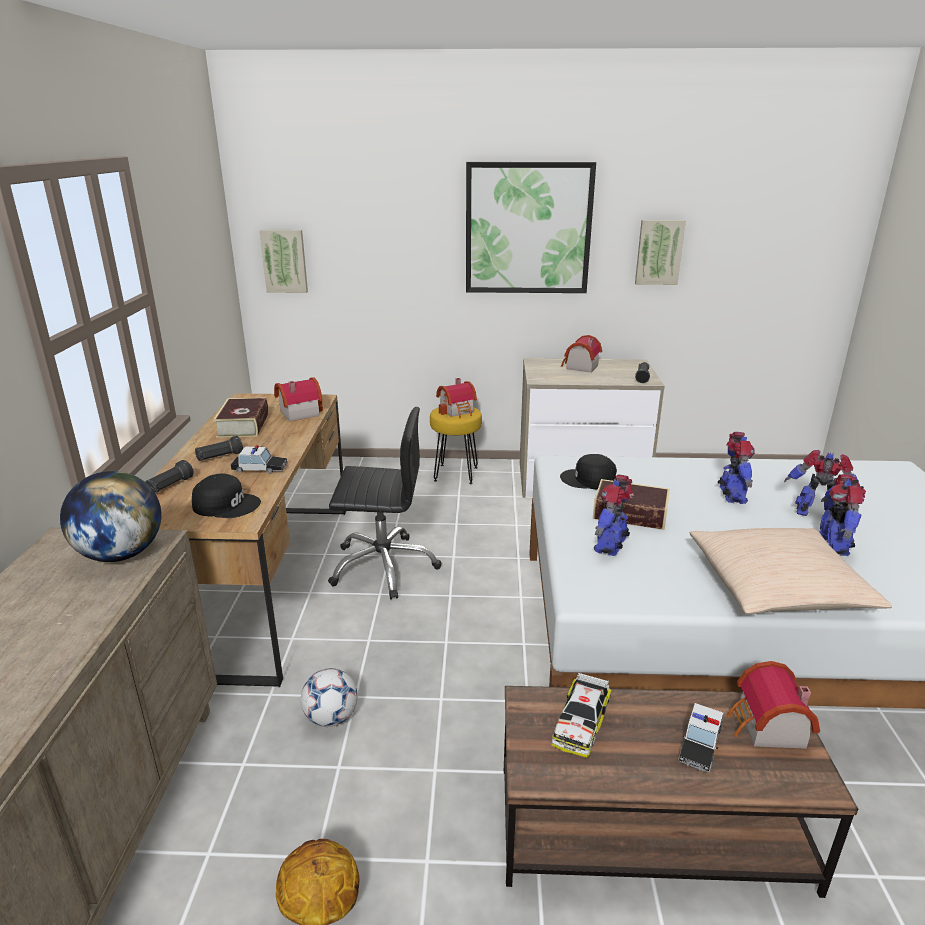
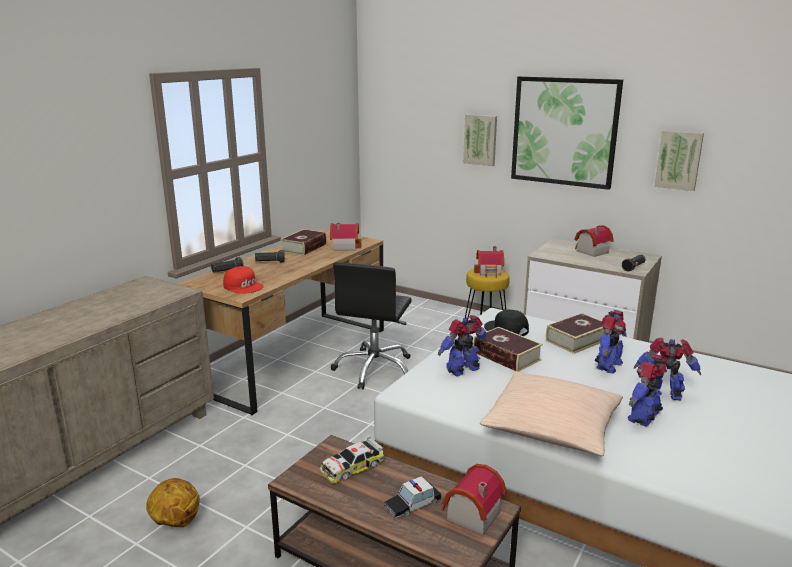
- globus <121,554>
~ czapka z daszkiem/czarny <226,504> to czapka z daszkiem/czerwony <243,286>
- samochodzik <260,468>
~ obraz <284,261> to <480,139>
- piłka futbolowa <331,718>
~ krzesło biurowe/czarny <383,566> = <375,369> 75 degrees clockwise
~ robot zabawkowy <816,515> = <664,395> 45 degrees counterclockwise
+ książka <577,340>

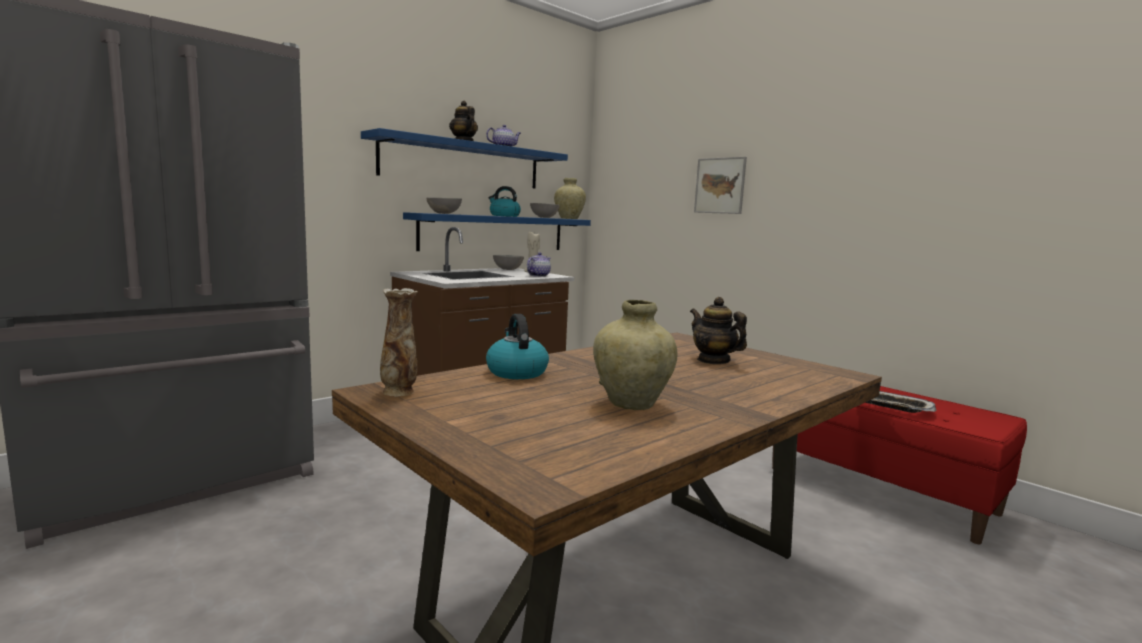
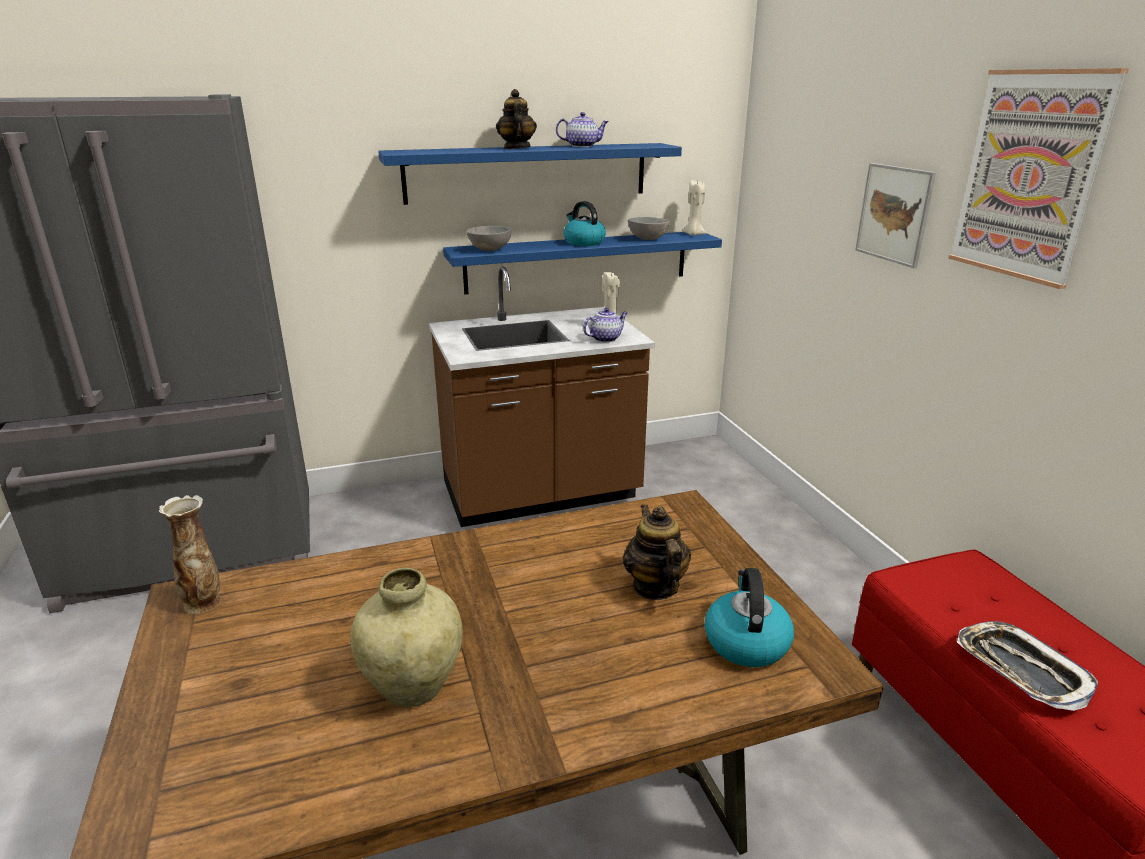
~ czajnik <516,372> to <745,641>
- miska/szary <507,269>
~ wazon/beżowy <569,218> to świeca/beżowy <693,234>
+ obraz <1029,176>

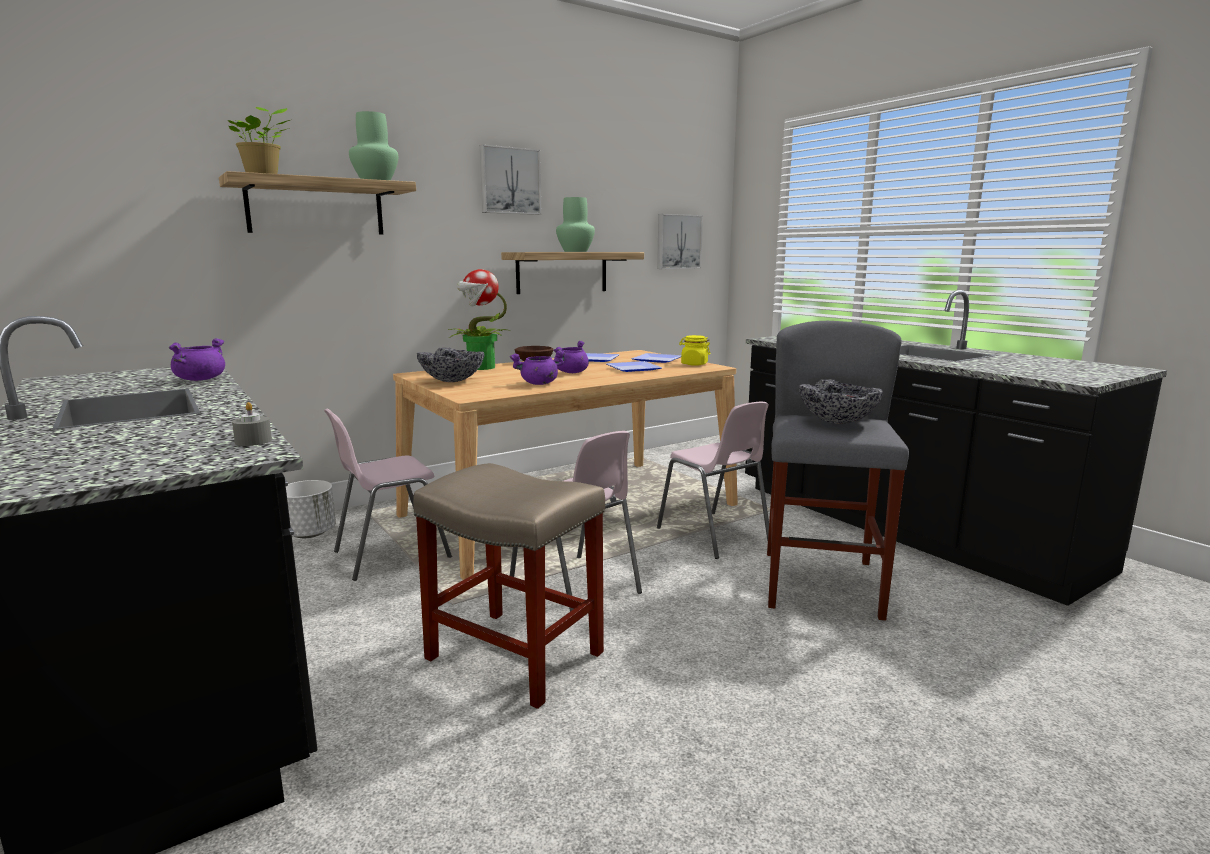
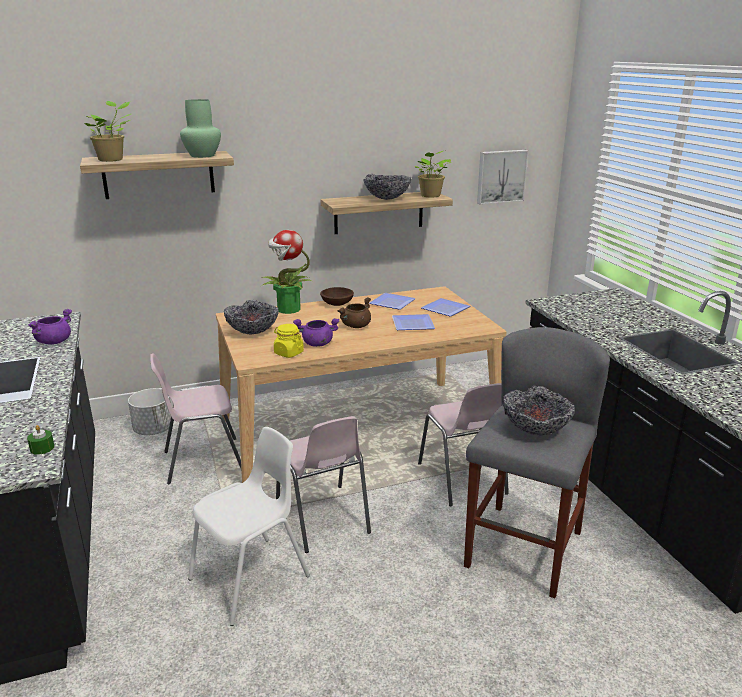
~ świeca/szary <253,441> to świeca/zielony <42,448>
~ stołek/beżowy <517,656> to krzesło/biały <251,578>
- obraz <509,181>
~ garnek/fioletowy <571,372> to garnek/brązowy <356,326>
~ wazon/zielony <574,251> to miska <386,198>
~ słoik/żółty <694,364> to <288,353>
+ roślina doniczkowa <430,196>

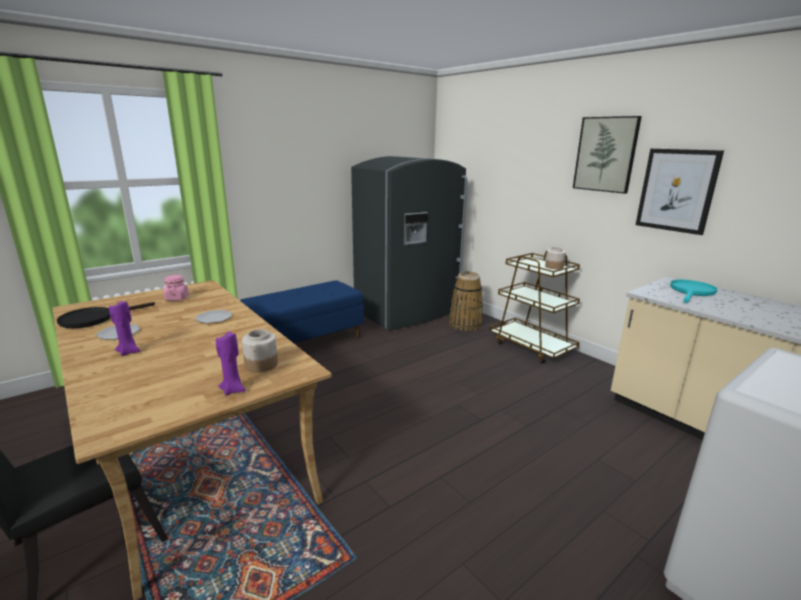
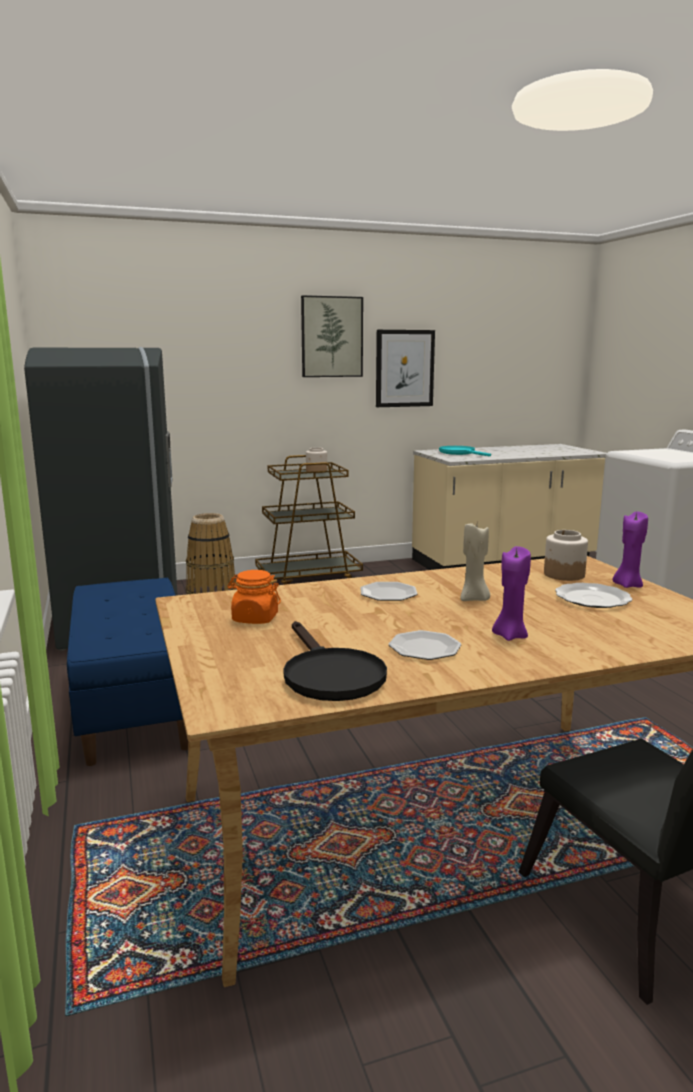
~ słoik/różowy <177,298> to słoik/pomarańczowy <254,618>
+ świeca/beżowy <474,599>
+ talerz <592,598>

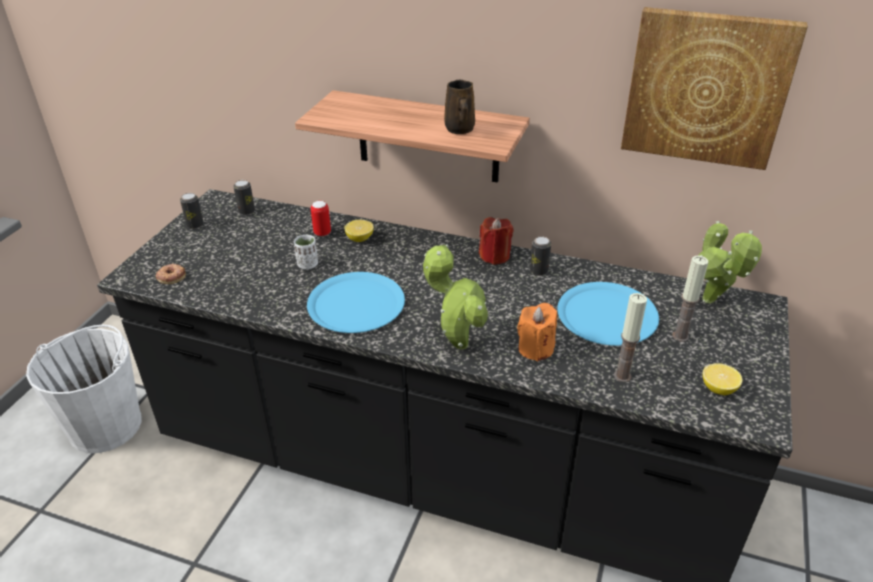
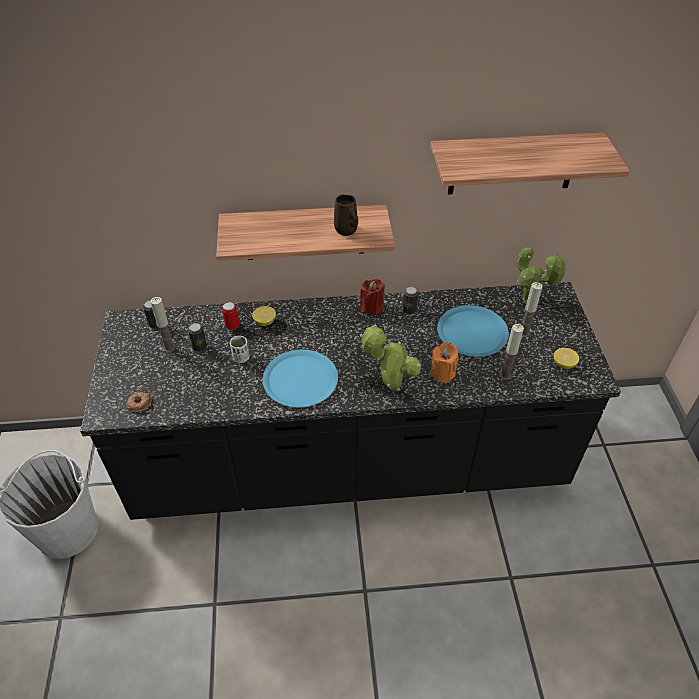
~ puszka <195,225> to <199,347>
~ obraz <706,88> to półka <512,164>
+ świeca <169,348>

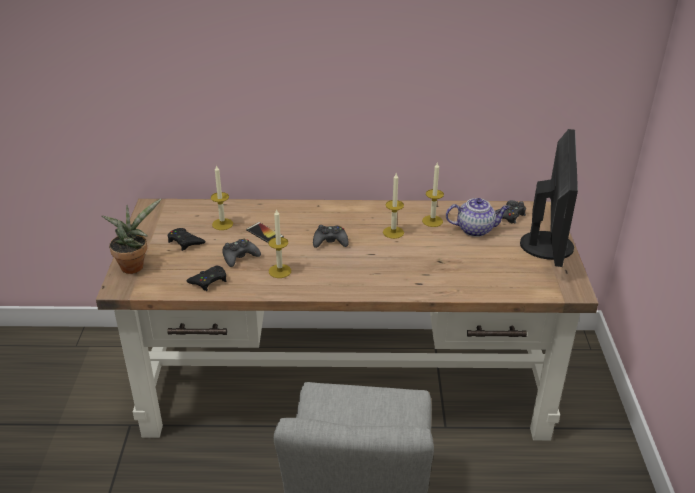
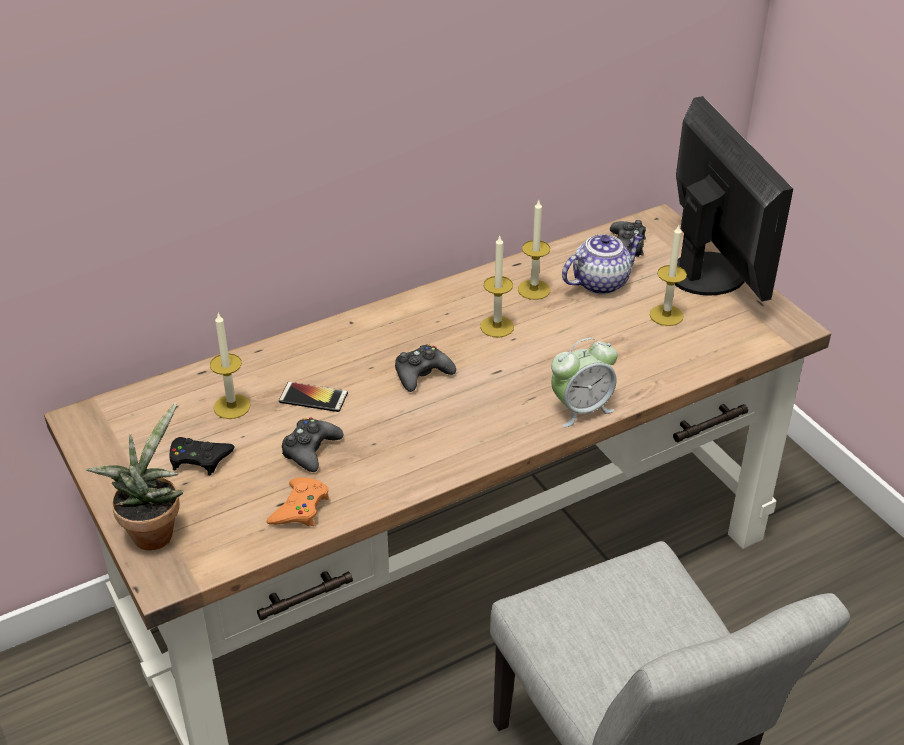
~ pad do gier/czarny <209,281> to pad do gier/pomarańczowy <300,508>
~ świeca <280,271> to <666,315>
+ budzik <581,409>

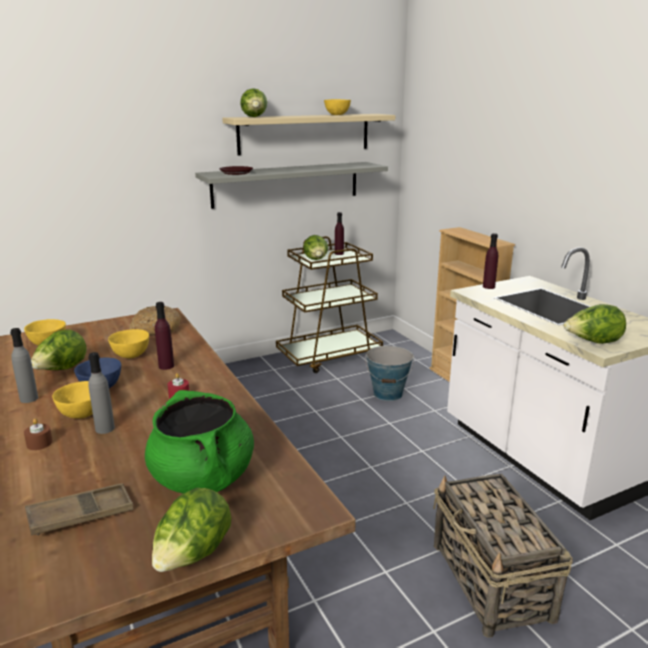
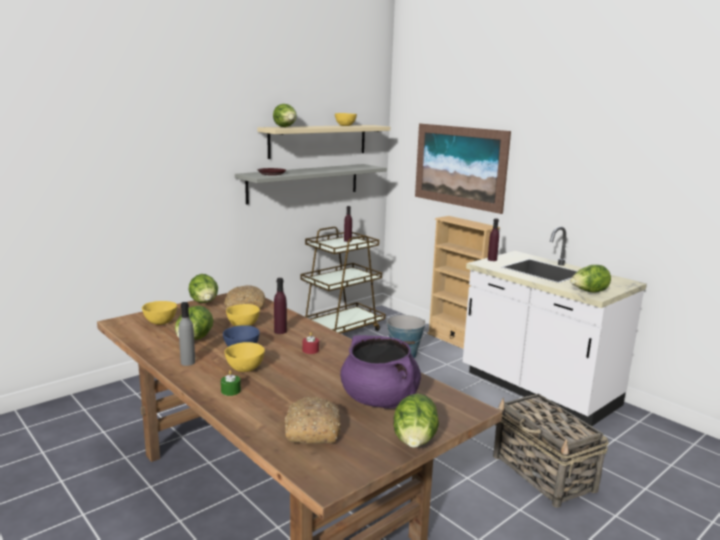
~ świeca/brązowy <39,443> to świeca/zielony <230,391>
~ taca/brązowy <81,515> to chleb <311,430>
- butelka/szary <105,428>
~ garnek/zielony <203,479> to garnek/fioletowy <380,400>
~ sałata <316,260> to <204,303>
+ obraz <459,166>

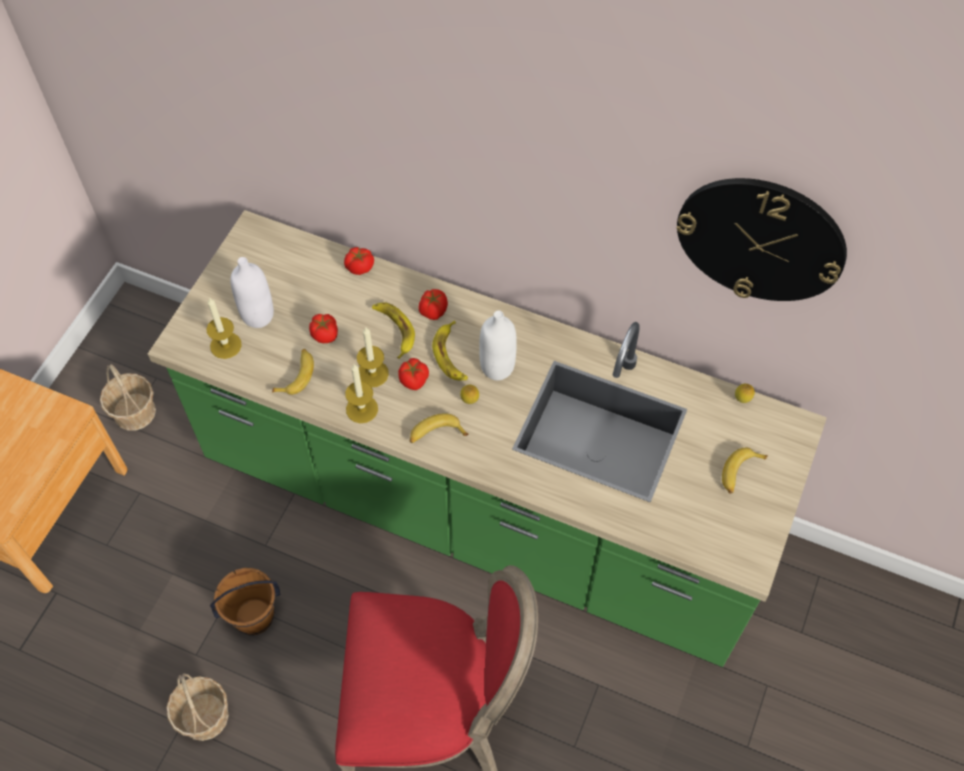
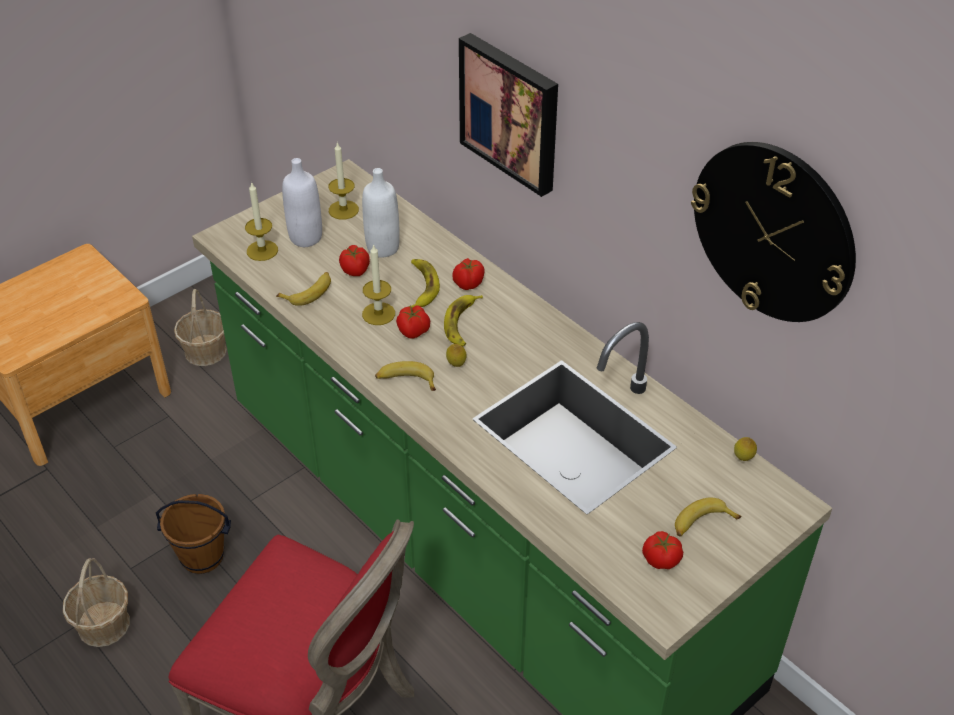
~ pomidor <360,267> to <661,560>
~ świeca <362,409> to <343,210>
~ butelka/biały <497,367> to <383,248>
+ obraz <511,112>

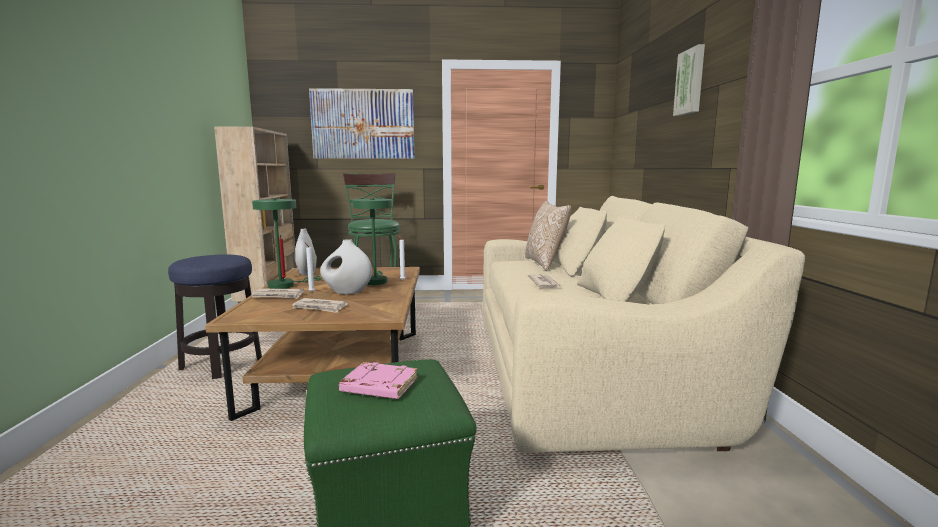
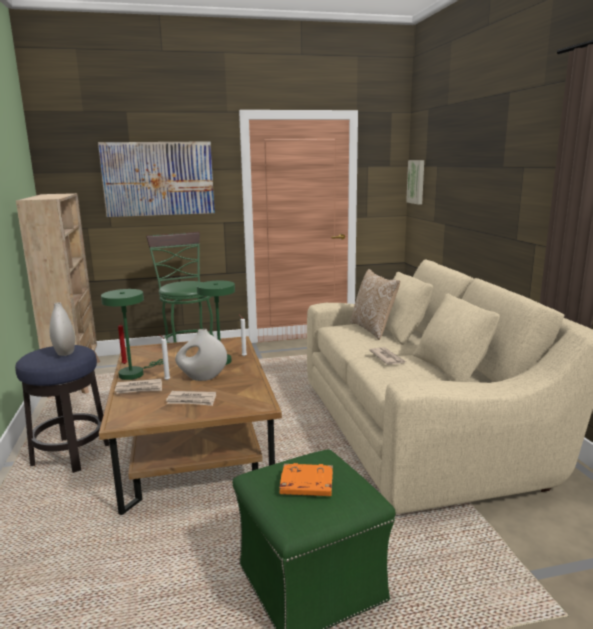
~ wazon/biały <307,273> to <65,352>
~ książka/różowy <378,386> to książka/pomarańczowy <306,485>
~ obraz <691,82> to <416,182>

